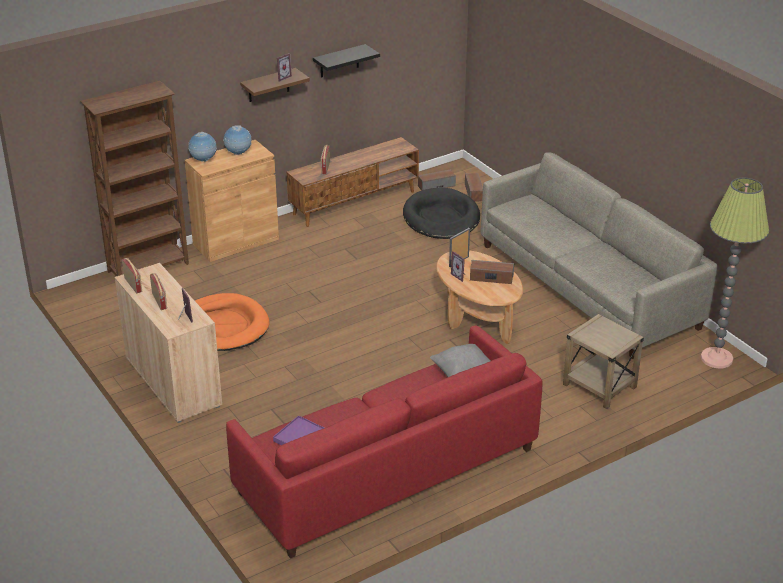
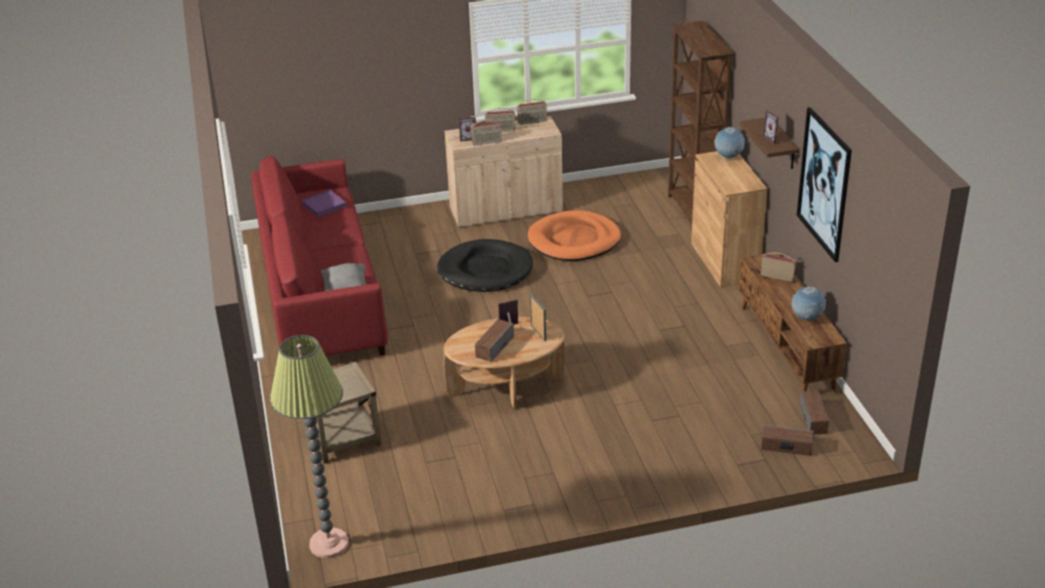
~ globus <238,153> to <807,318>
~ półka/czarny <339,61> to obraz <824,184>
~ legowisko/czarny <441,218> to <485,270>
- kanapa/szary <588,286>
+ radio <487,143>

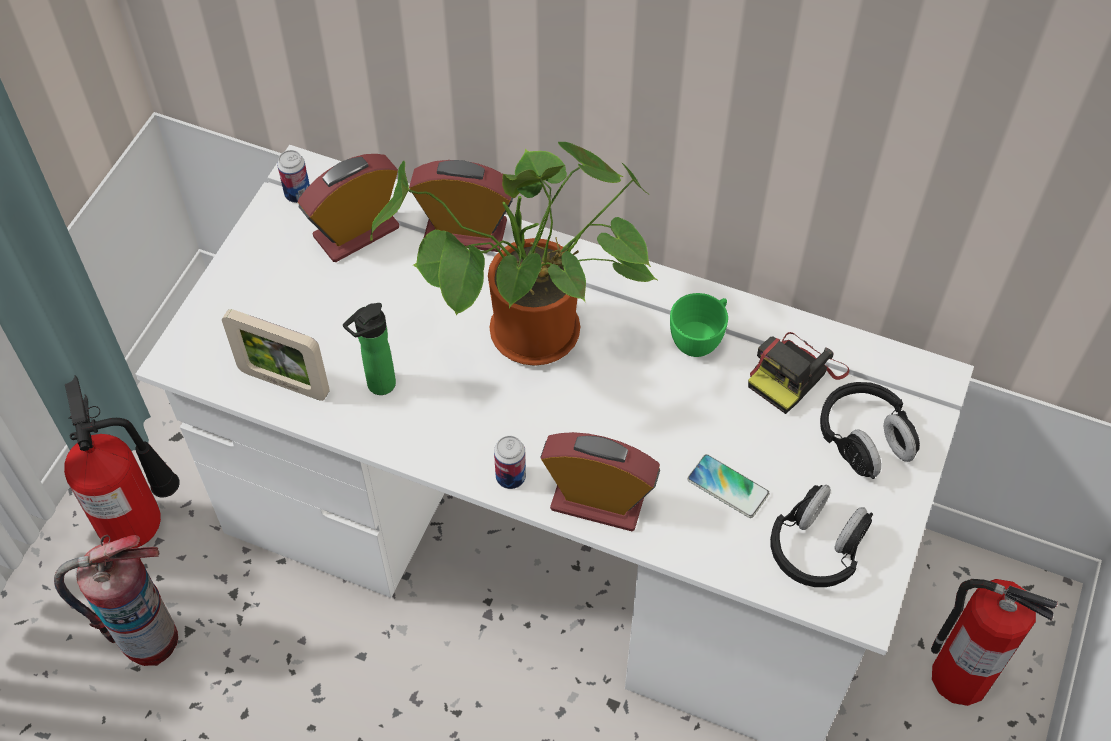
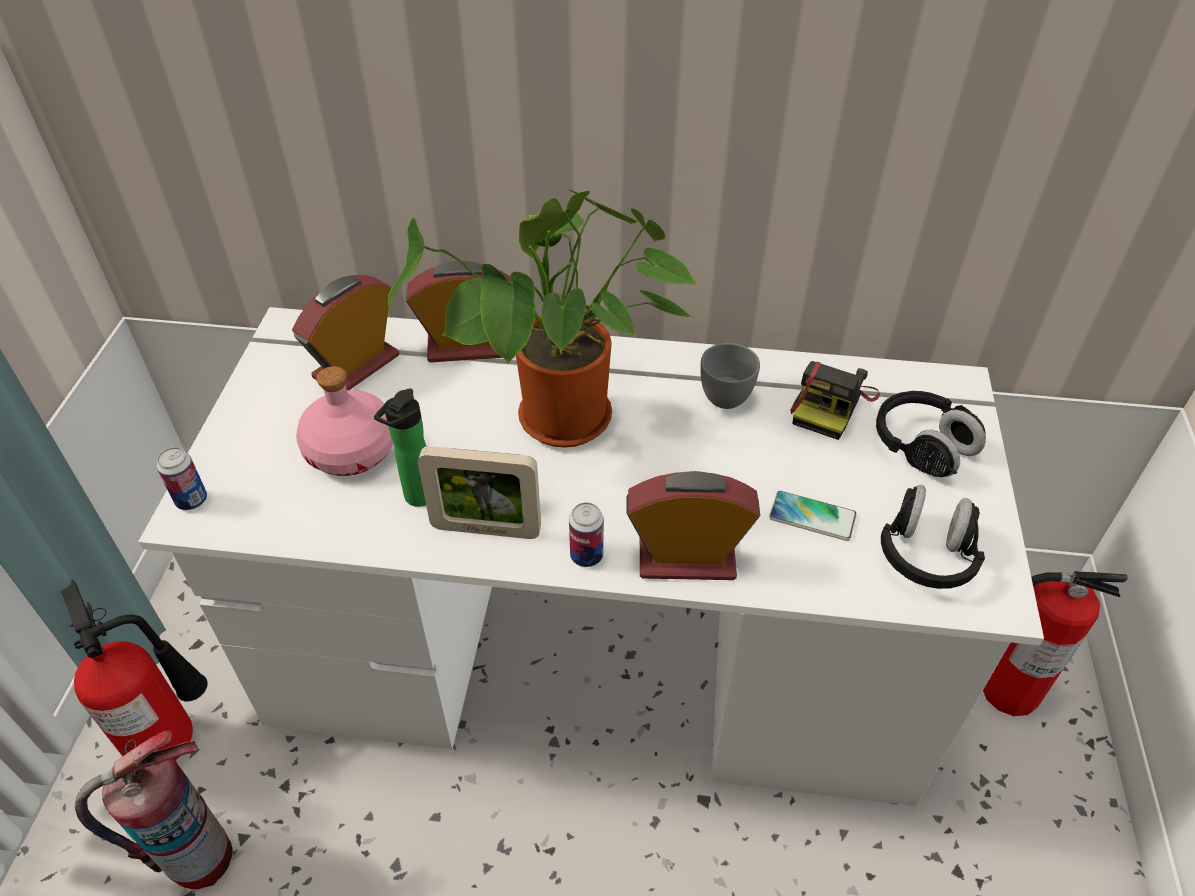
~ ramka na zdjęcie <284,382> to <486,529>
~ puszka <298,194> to <191,500>
~ filiżanka/zielony <700,339> to filiżanka/szary <728,393>
+ butelka/różowy <351,450>

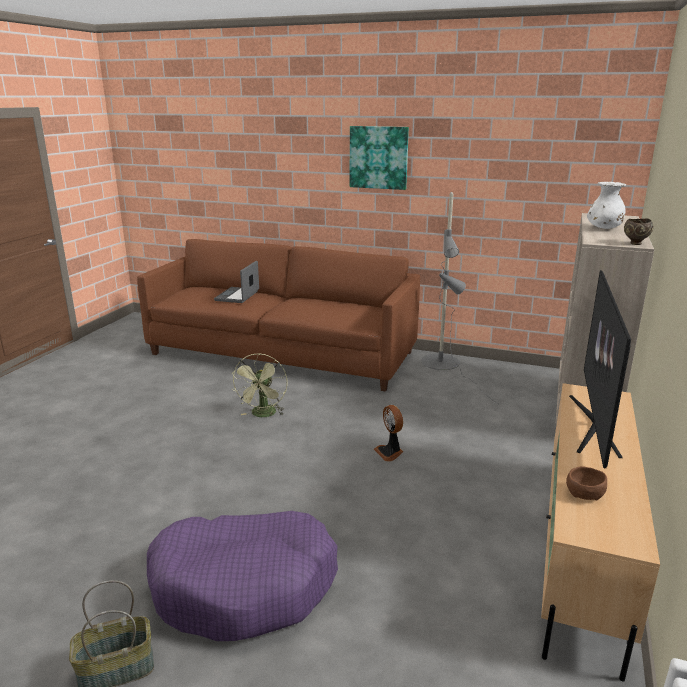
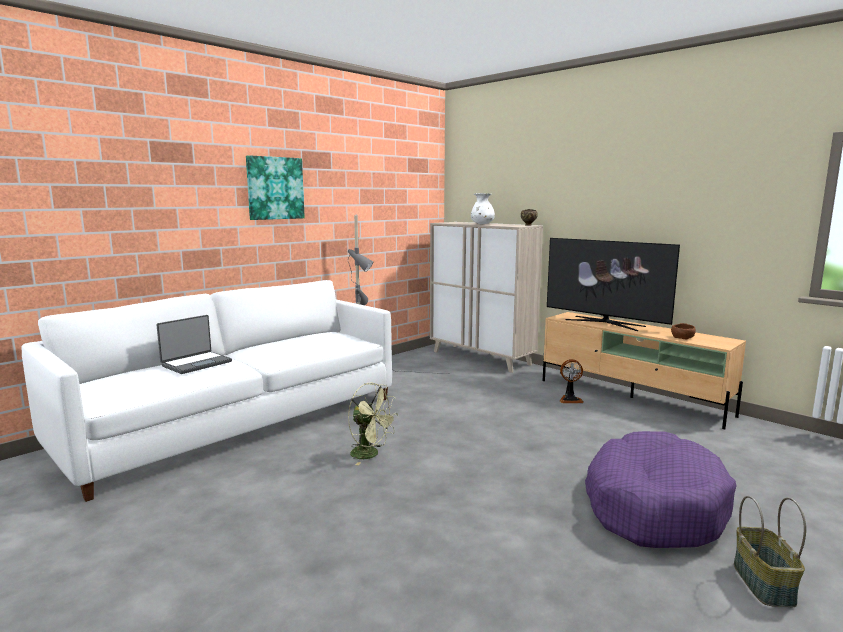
~ kanapa/brązowy <282,353> to kanapa/biały <237,423>
~ laptop <238,296> = <196,363> 90 degrees counterclockwise
~ wentylator <390,452> to <570,399>

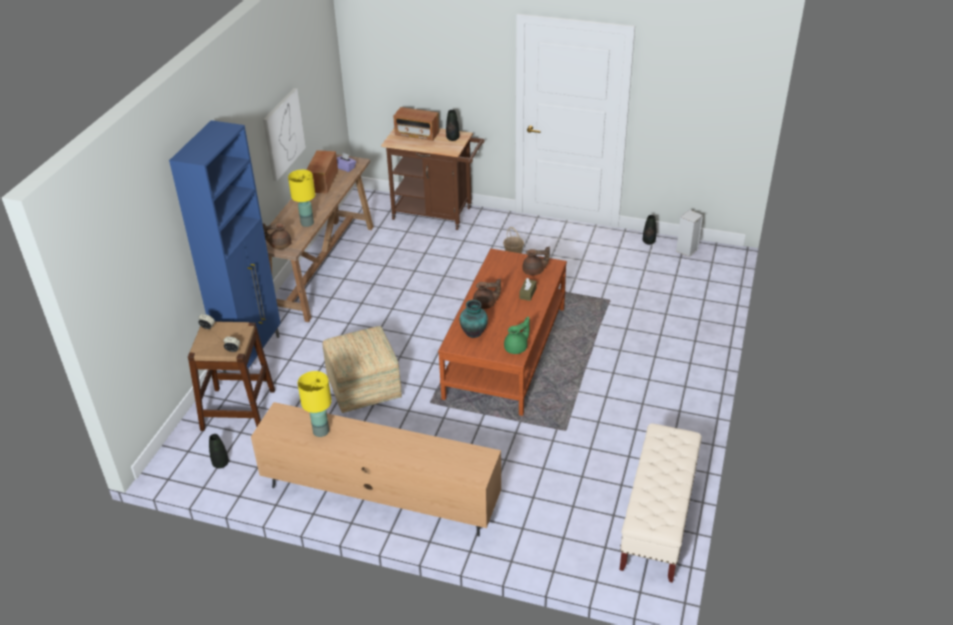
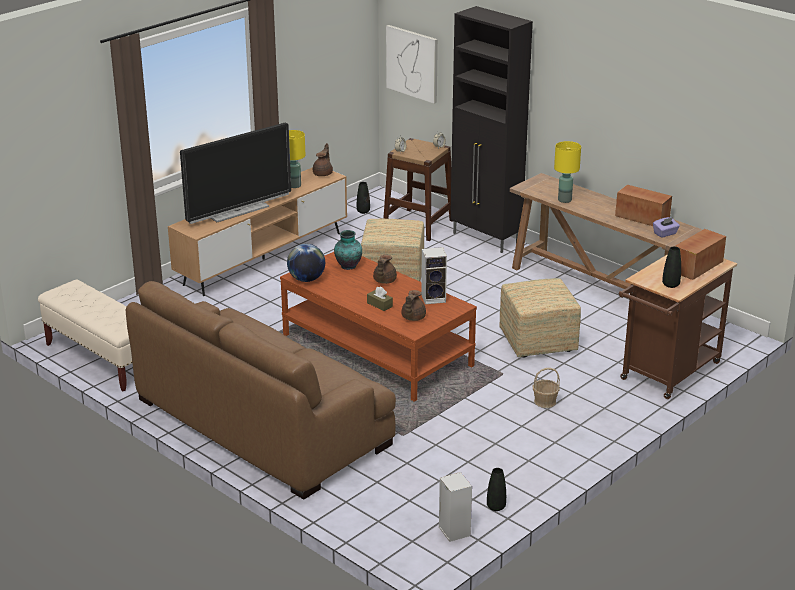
~ szafka/niebieski <253,354> to szafka/czarny <486,239>
~ imbryk/brązowy <279,245> to <323,173>
~ obraz <283,134> to <412,63>
~ imbryk/zielony <517,348> to globus <306,279>
+ kanapa/brązowy <263,421>
+ telewizor <238,211>
+ głośnik <434,298>
+ pufa <538,342>

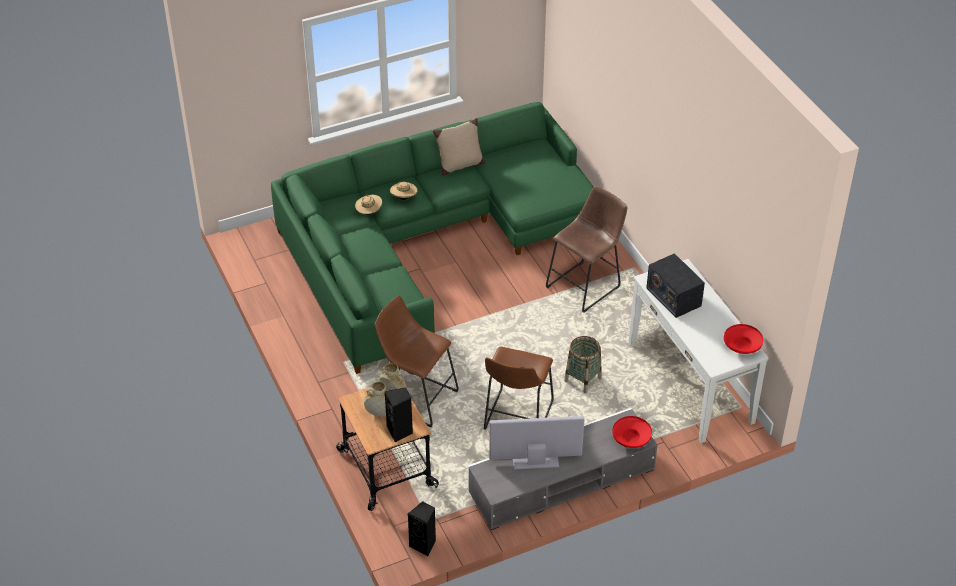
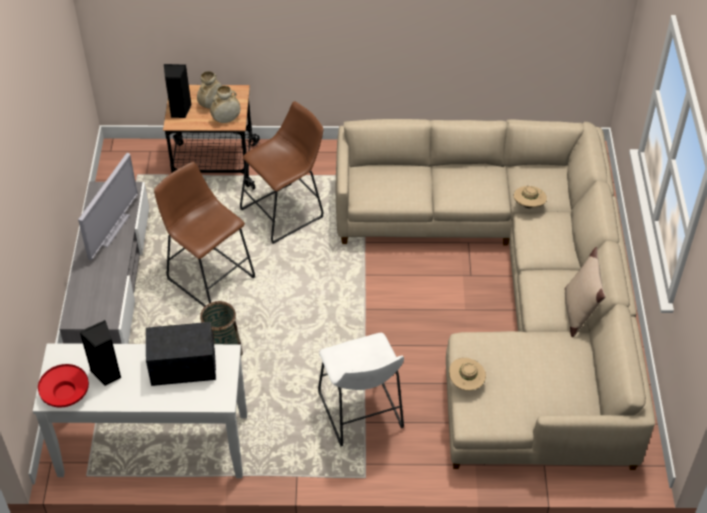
~ kanapa/zielony <427,242> to kanapa/beżowy <511,295>
~ kapelusz/beżowy <404,198> to <466,382>
~ głośnik/czarny <424,545> to <107,373>
~ stołek/brązowy <586,285> to stołek/biały <361,415>
- miska/czerwony <631,439>

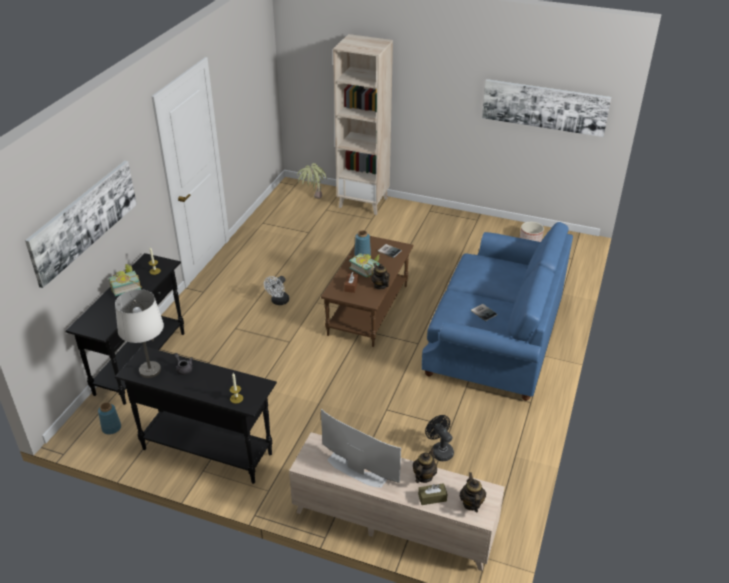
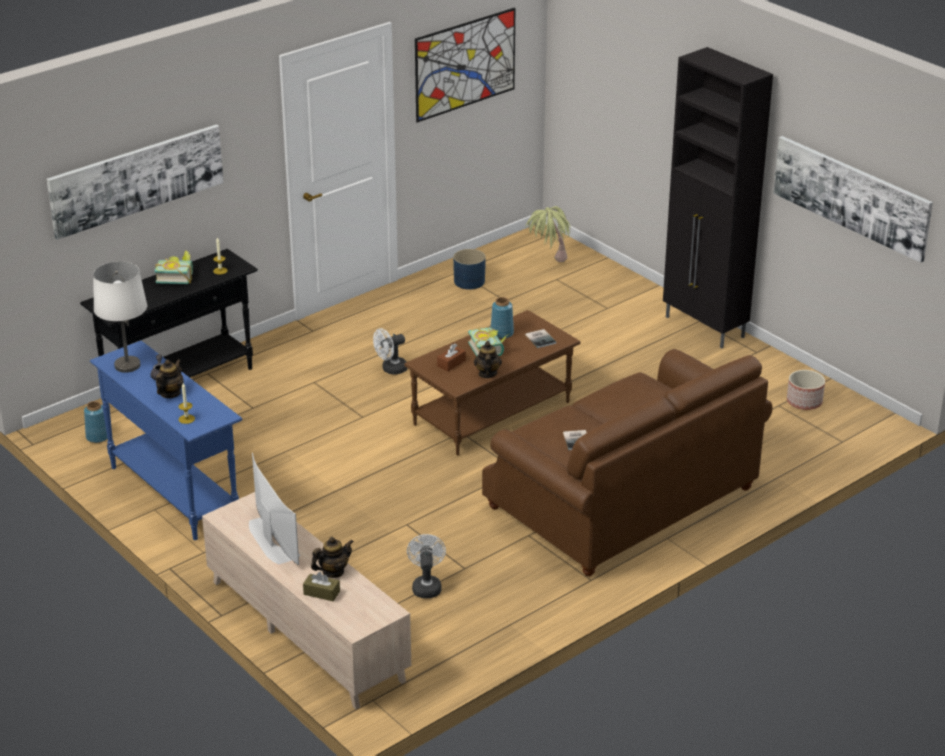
~ stolik konsolowy/czarny <207,451> to stolik konsolowy/niebieski <174,493>
- regał/beżowy <363,202>
~ kanapa/niebieski <495,339> to kanapa/brązowy <621,498>
~ wentylator/czarny <439,450> to wentylator/biały <426,586>
~ imbryk <471,503> to <170,393>
+ obraz <465,64>
+ donica/niebieski <469,282>
+ szafka/czarny <705,328>

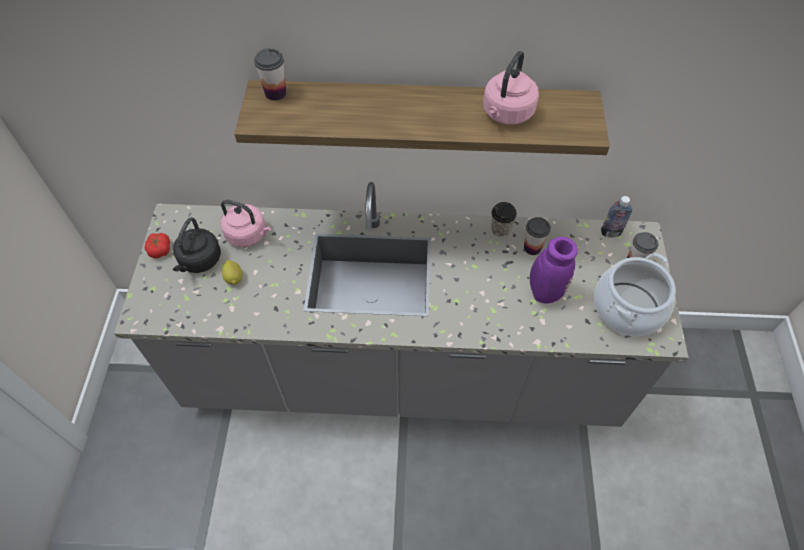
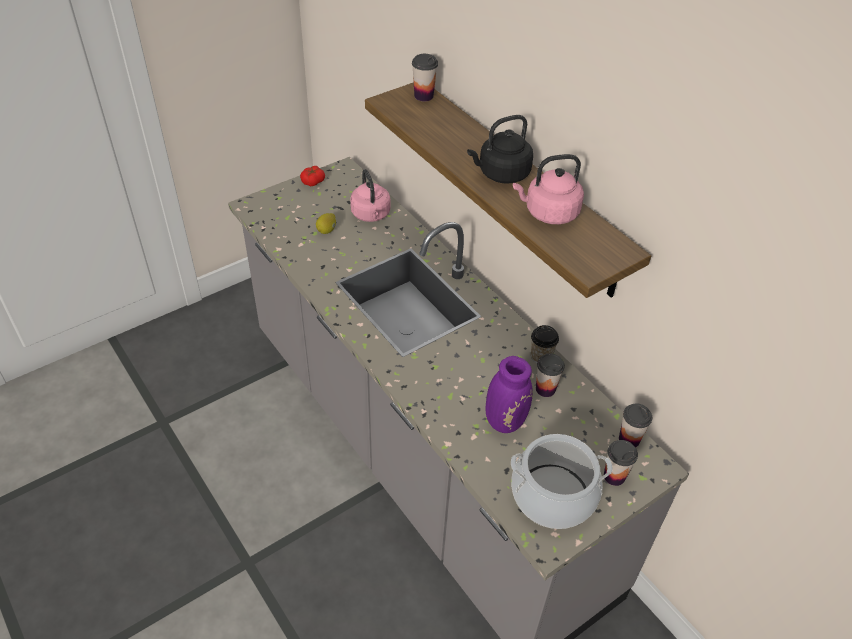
~ czajnik/czarny <199,261> to <501,174>
~ butelka <610,233> to filiżanka <629,439>

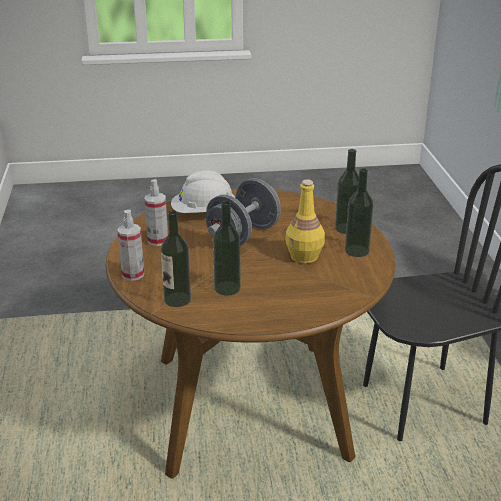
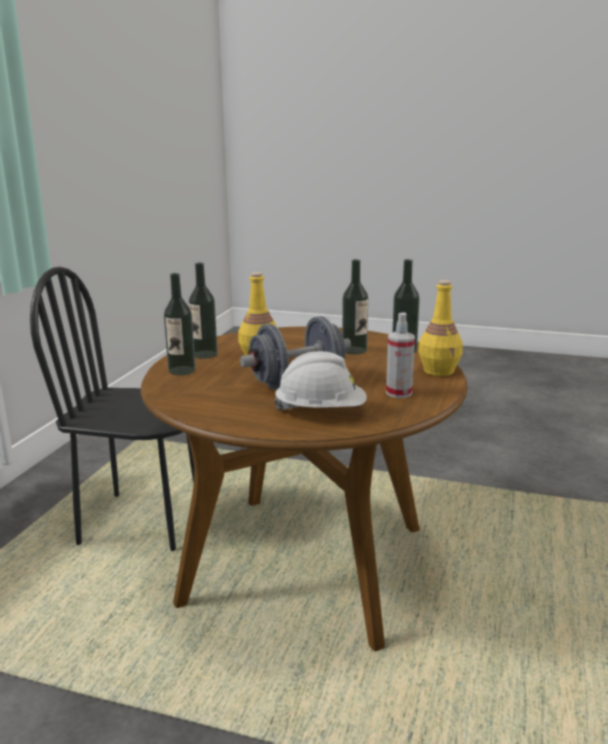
~ spryskiwacz <133,274> to butelka/żółty <439,371>

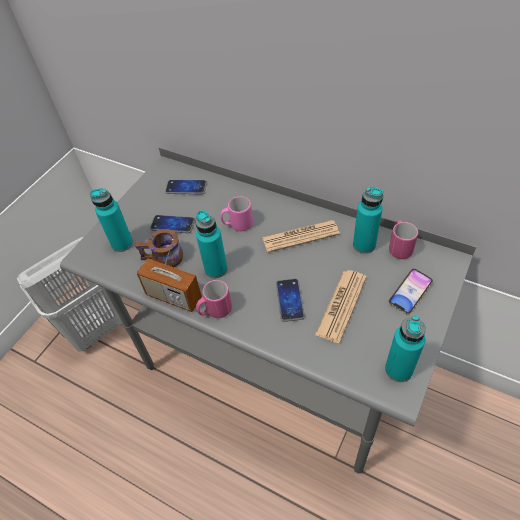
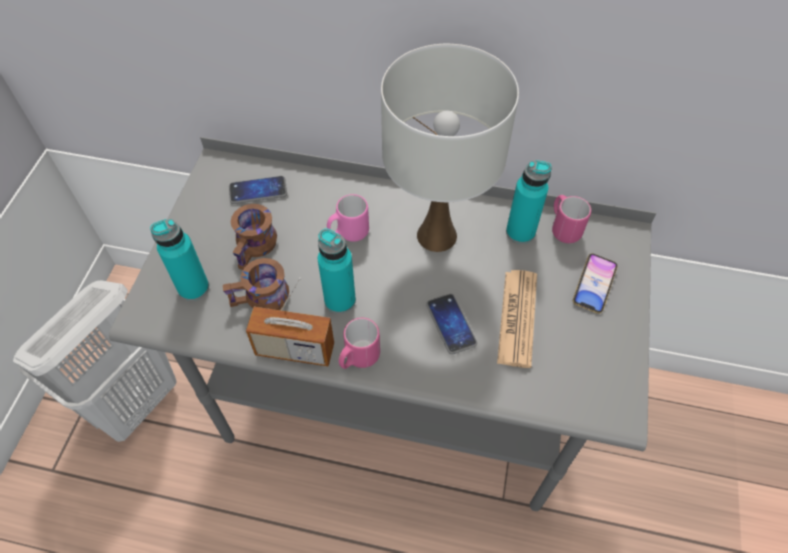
~ telefon <172,225> to kubek/brązowy <257,248>
~ gazeta <300,236> to lampa stołowa/biały <437,235>
- butelka/turkusowy <398,369>

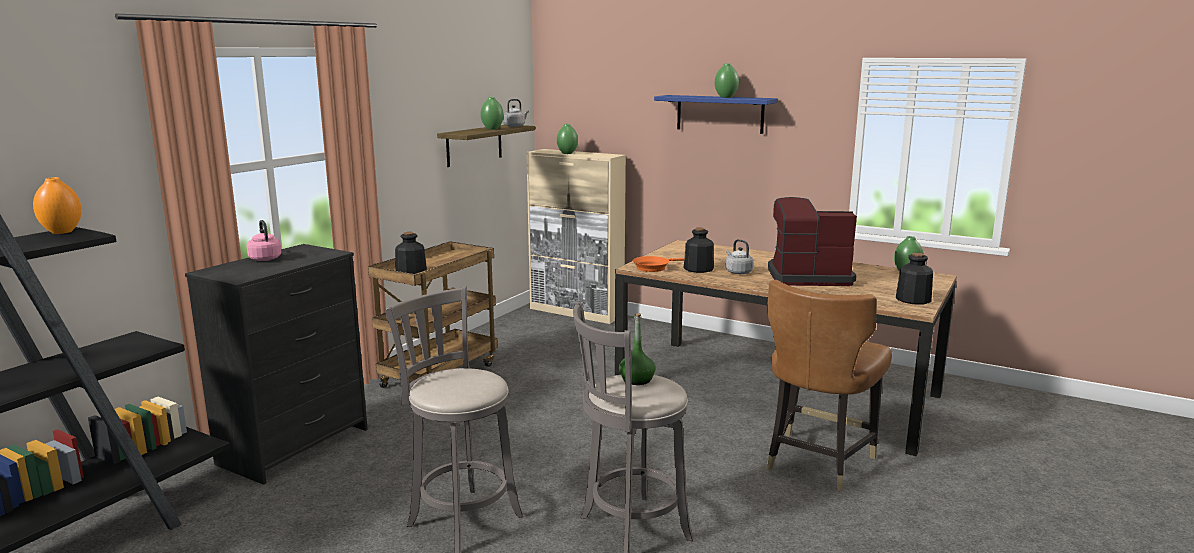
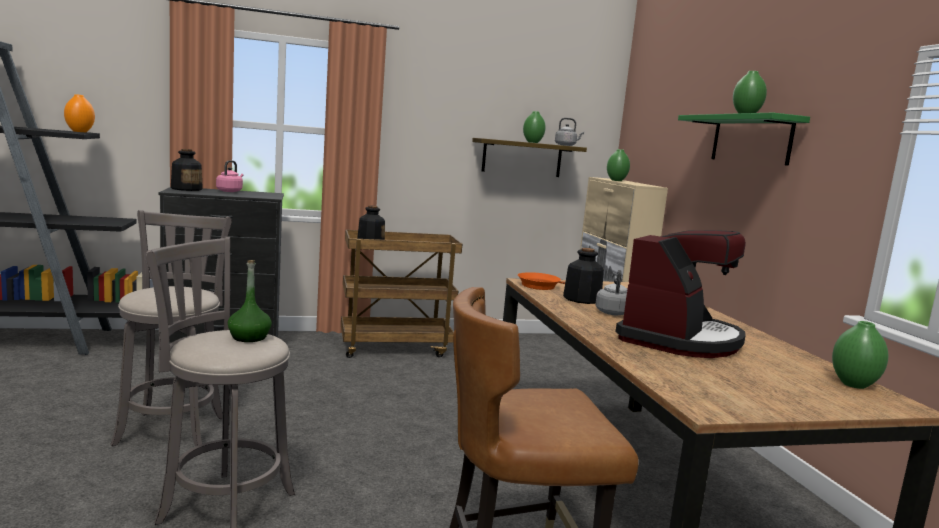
~ półka/niebieski <720,114> to półka/zielony <751,140>
~ ekspres do kawy <807,277> = <679,339> 75 degrees clockwise
~ butelka <912,299> to <186,189>

